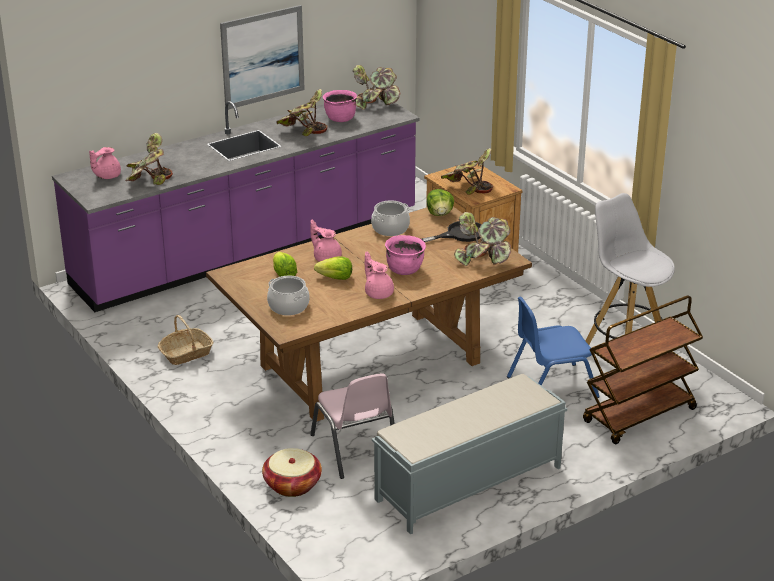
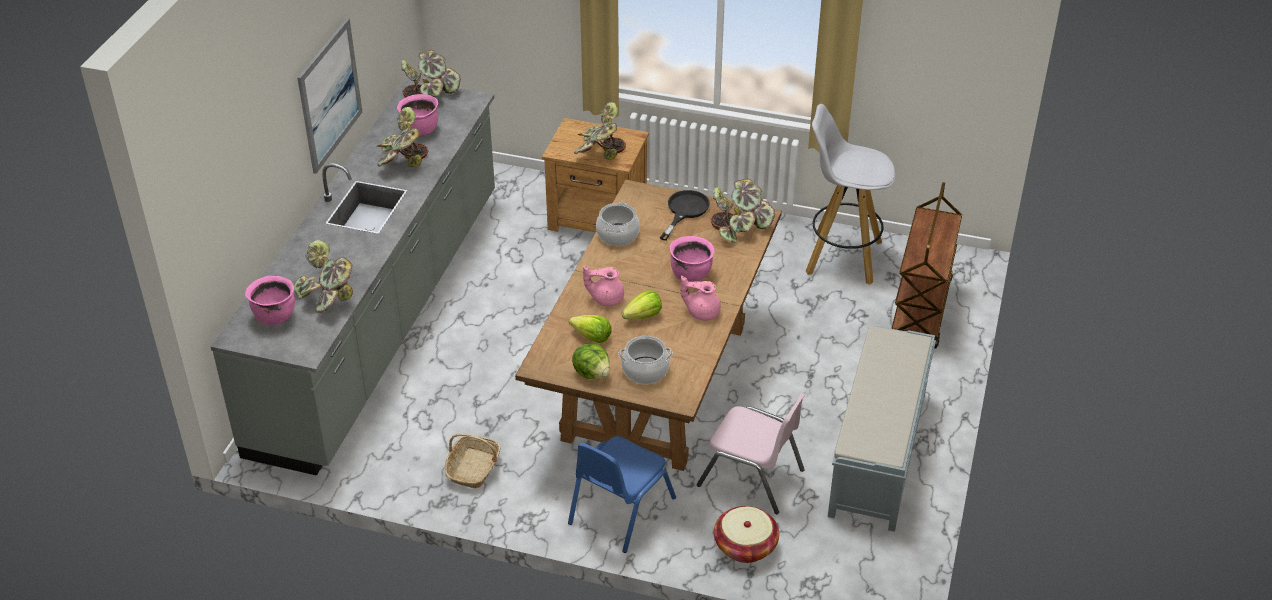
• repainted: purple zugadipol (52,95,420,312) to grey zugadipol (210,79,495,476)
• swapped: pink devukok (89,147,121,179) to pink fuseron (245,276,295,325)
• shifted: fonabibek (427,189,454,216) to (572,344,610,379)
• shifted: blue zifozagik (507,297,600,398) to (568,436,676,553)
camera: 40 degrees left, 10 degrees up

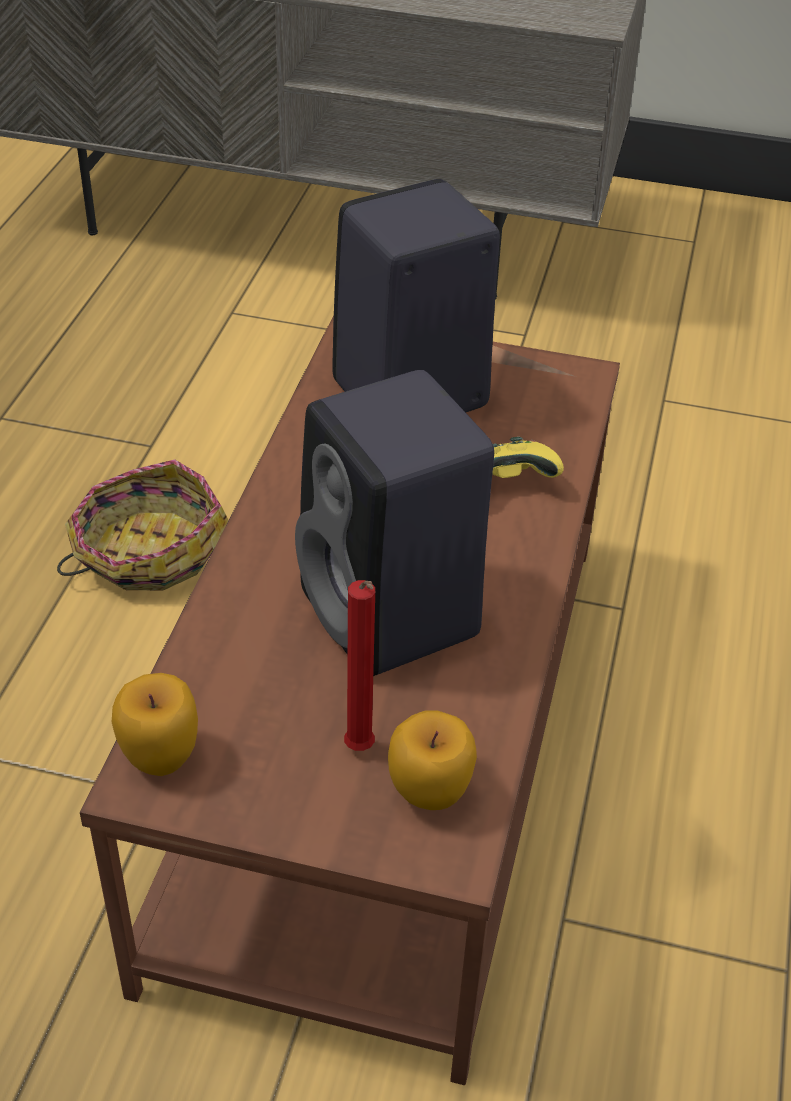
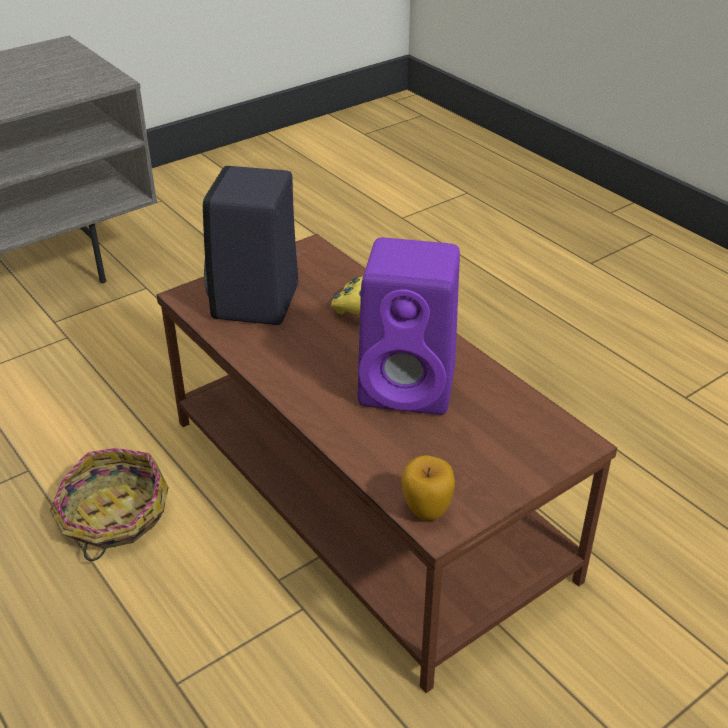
• repainted: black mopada (295,370,494,676) to purple mopada (358,238,460,415)
• gone: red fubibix (344,580,375,751)
• gone: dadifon (388,710,477,810)
camera: 50 degrees left, 5 degrees down

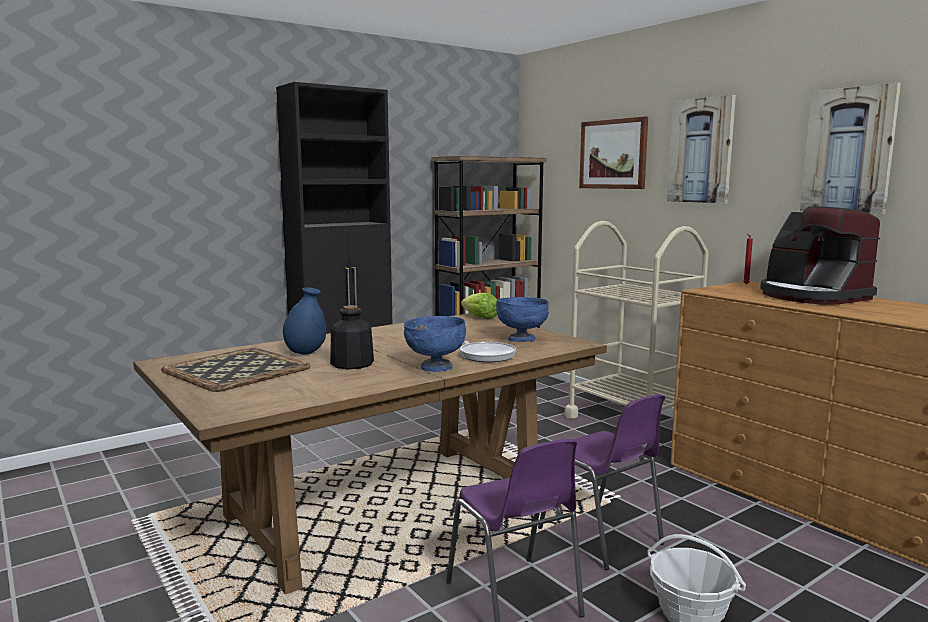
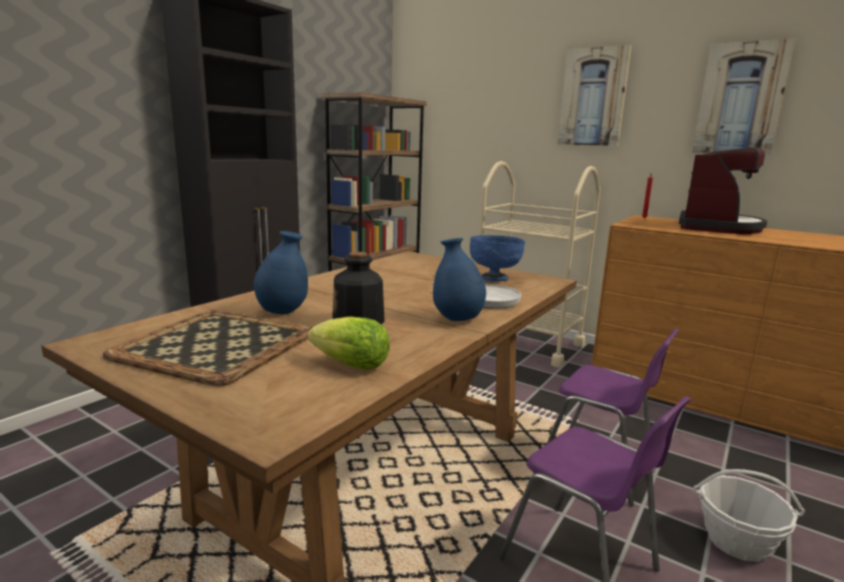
• swapped: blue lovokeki (404,316,466,372) to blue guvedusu (433,238,486,321)
• shifted: fonabibek (461,293,497,319) to (308,316,390,370)
• gone: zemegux (579,117,648,189)
• rotated: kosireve (760,206,880,304) = (679,147,767,234) 105 degrees counterclockwise
camera: 20 degrees left, 5 degrees up

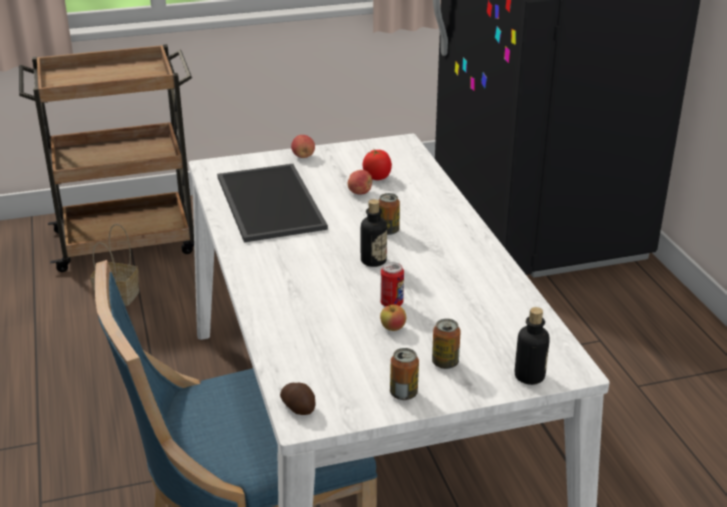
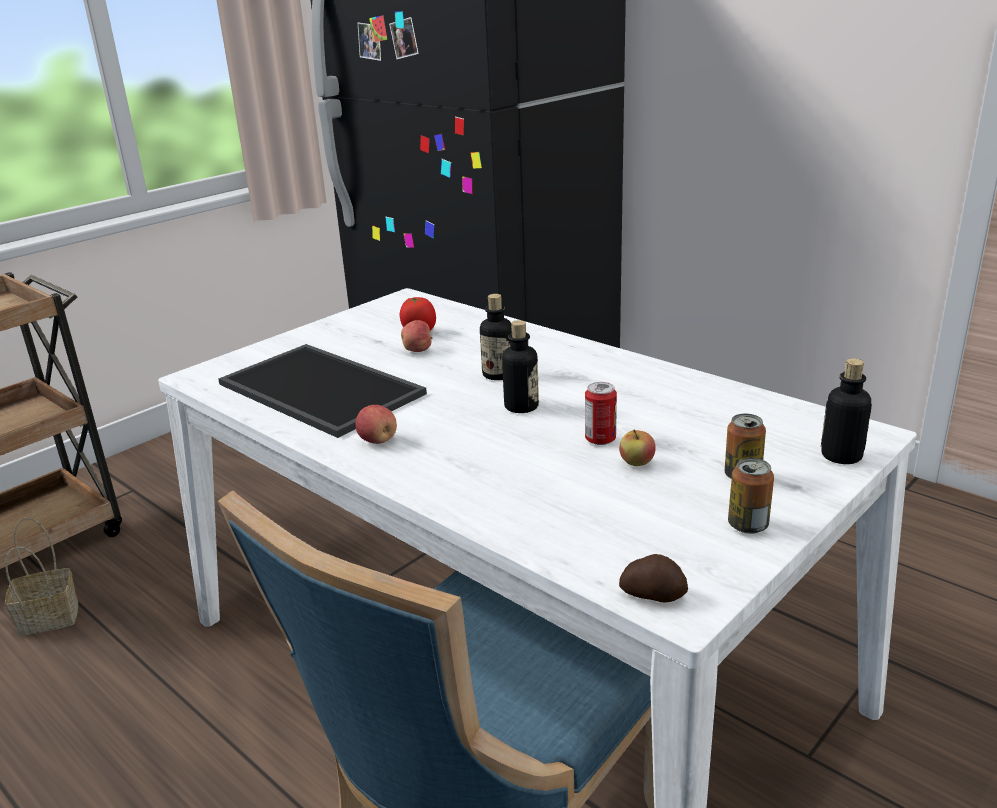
• shifted: dadifon (291,135,315,158) to (355,405,397,444)
• swapped: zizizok (379,193,400,235) to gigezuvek (480,294,512,380)
camera: 30 degrees left, 5 degrees down

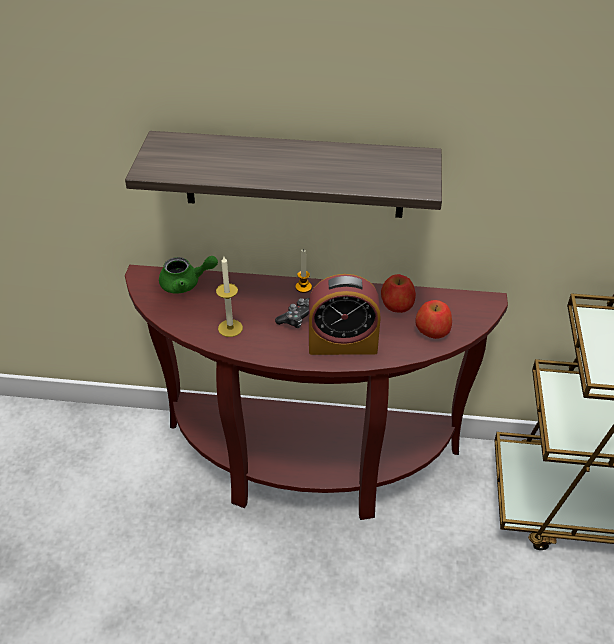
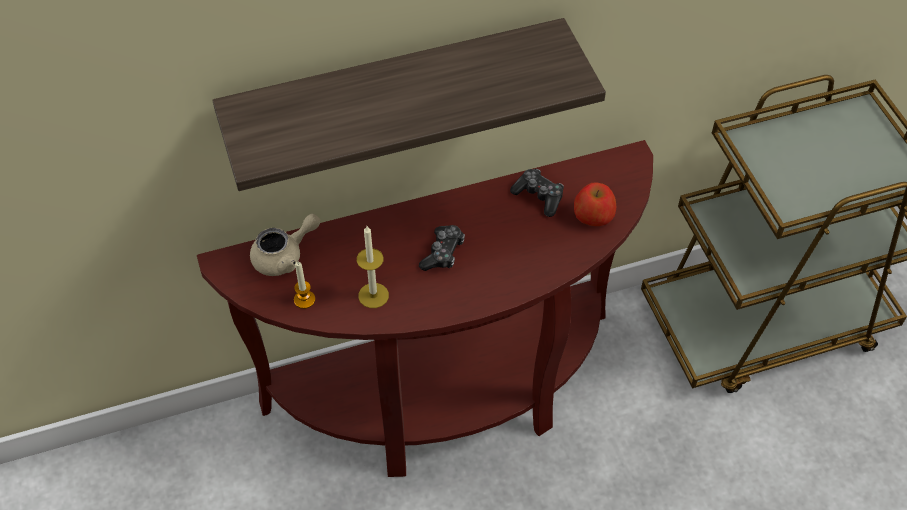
• repainted: green devukok (159,256,218,293) to beige devukok (250,214,320,276)
• shifted: fubibix (295,249,312,293) to (294,262,315,309)
• gone: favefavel (309,274,381,355)
• swapped: dadifon (381,274,416,313) to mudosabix (510,169,564,217)
camera: 25 degrees left, 10 degrees up

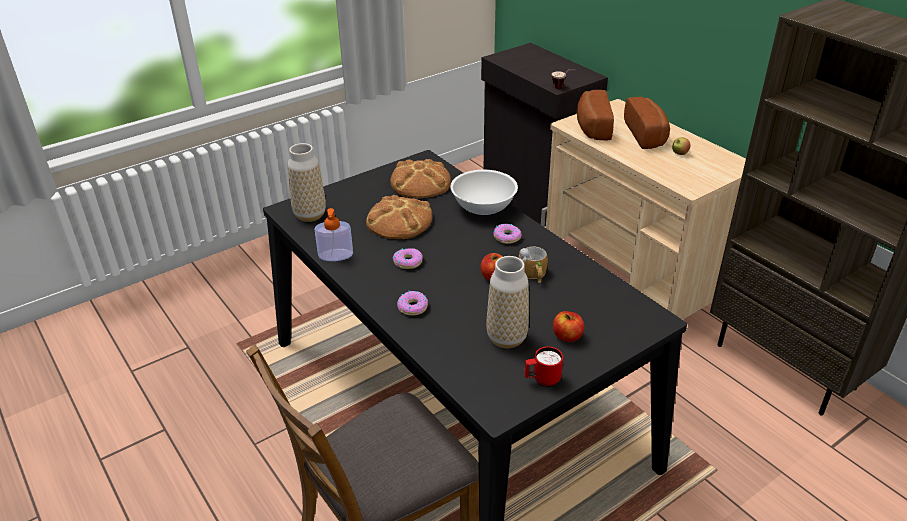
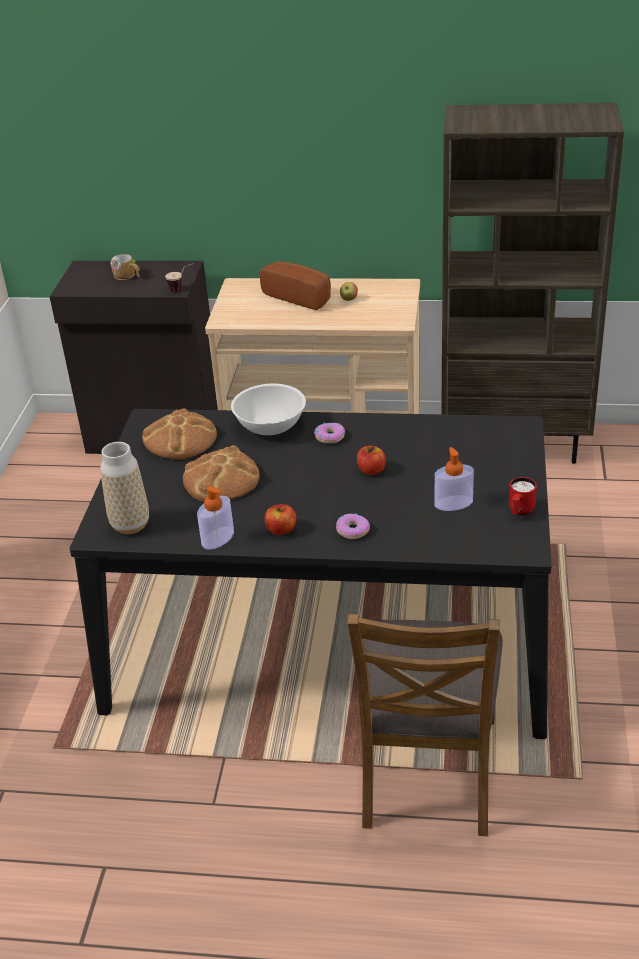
• gone: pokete (393,248,423,269)
• swapped: guvedusu (486,256,529,348) to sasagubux (435,447,474,511)
• shifted: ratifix (519,246,548,283) to (111,254,140,280)
• shifted: dadifon (553,311,584,342) to (265,504,297,535)
• gone: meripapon (577,90,614,140)
camera: 45 degrees left, 0 degrees up

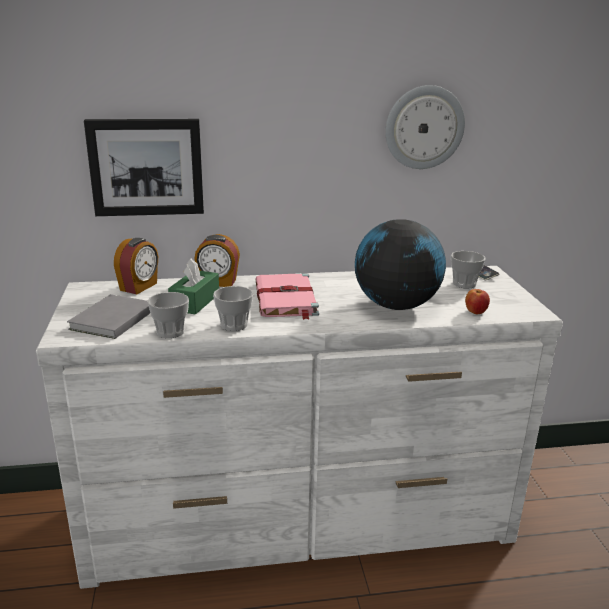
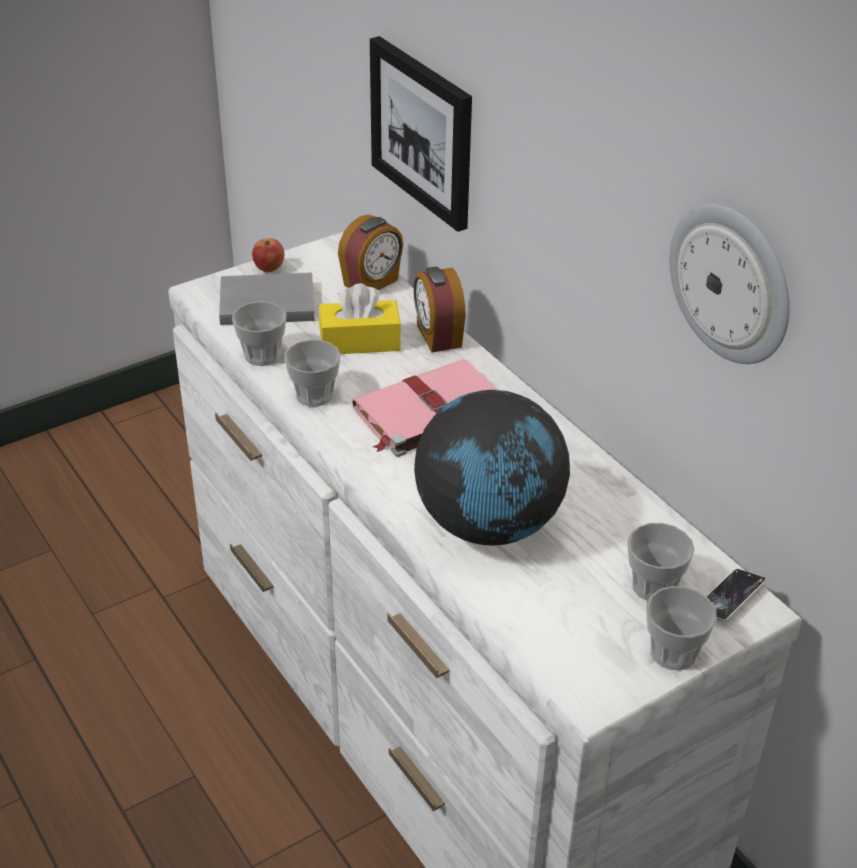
• rotated: favefavel (114,238,158,294) = (338,214,403,290) 45 degrees counterclockwise
• repainted: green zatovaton (168,259,219,315) to yellow zatovaton (319,283,401,354)
• shifted: dadifon (465,289,490,315) to (252,238,284,273)
• new: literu (646,586,717,670)
camera: 65 degrees right, 15 degrees up

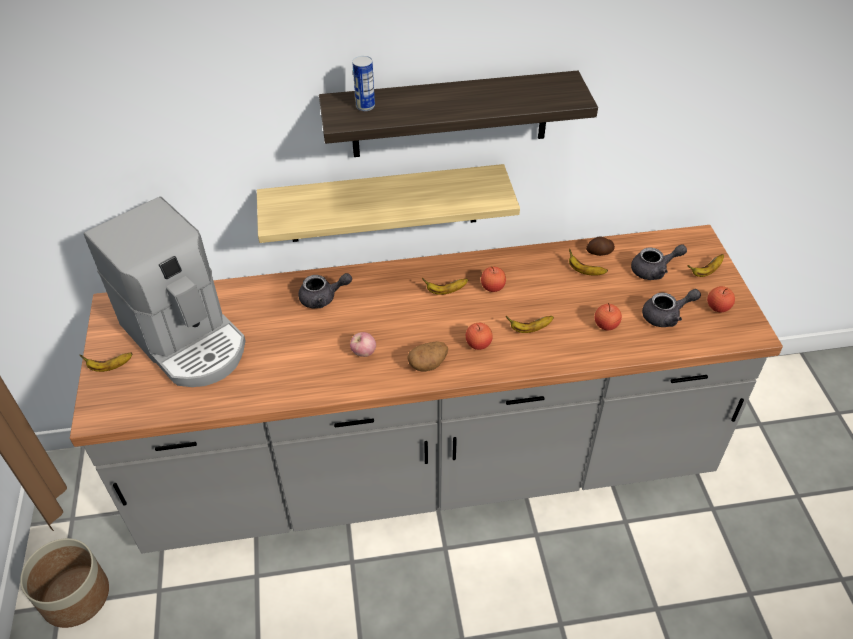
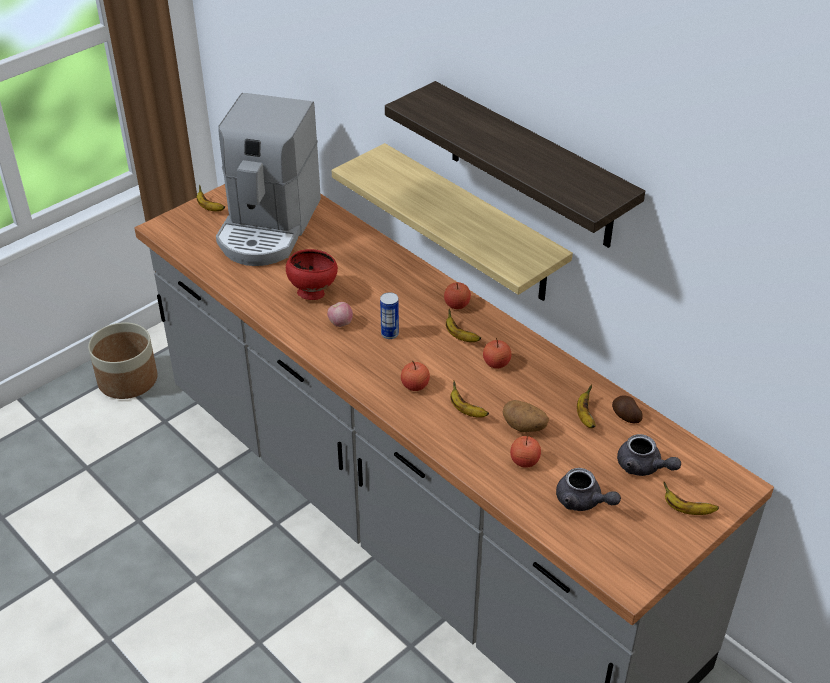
• gone: grey devukok (298,273,352,308)
• shifted: zizizok (352,56,375,111) to (380,292,399,339)
• shifted: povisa (407,341,448,371) to (503,400,549,432)
• shifted: dadifon (707,286,735,312) to (444,282,471,309)
• new: red lovokeki (286,249,338,300)
camera: 55 degrees right, 5 degrees down

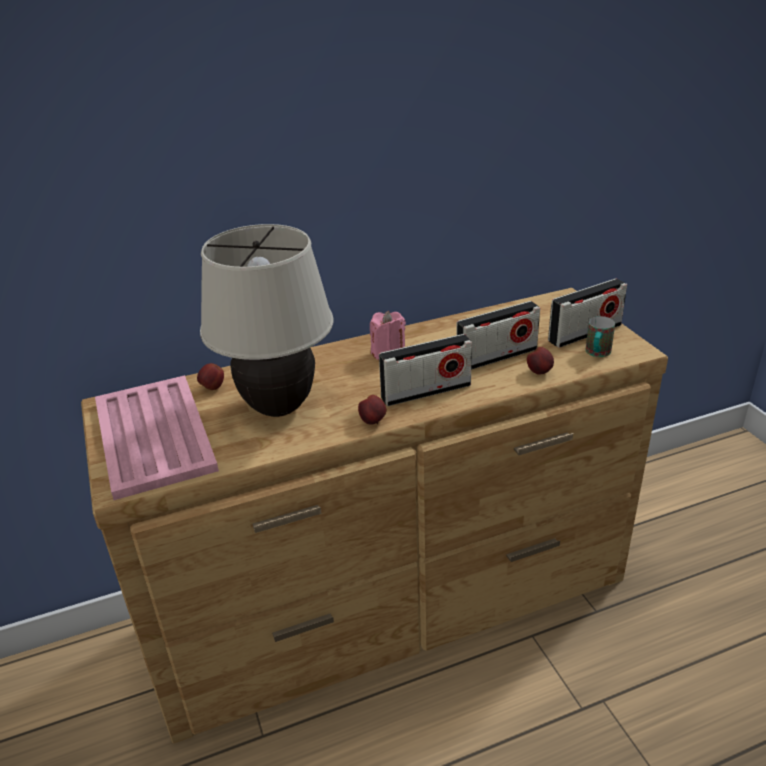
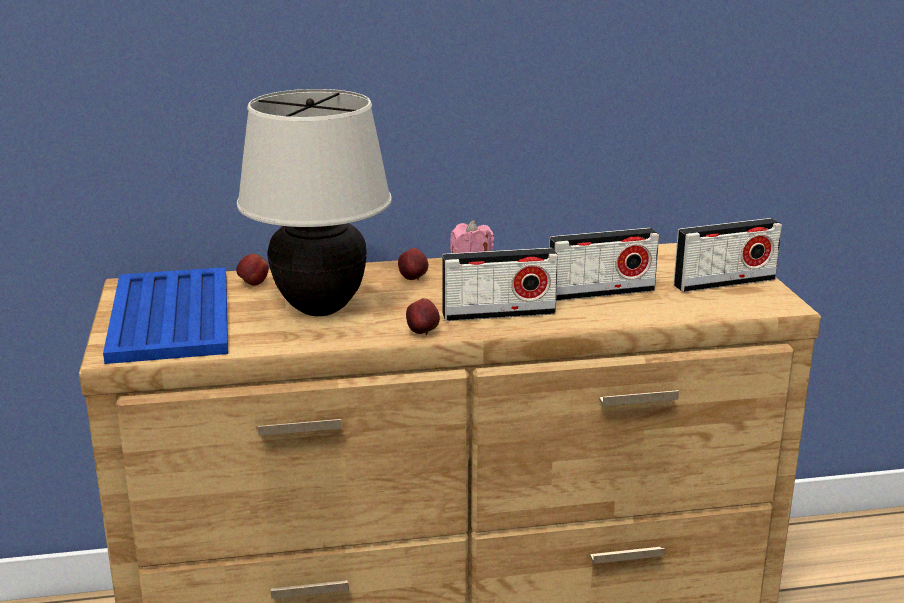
• repainted: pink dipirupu (95,375,219,500) to blue dipirupu (103,267,228,364)
• shifted: dadifon (527,347,554,375) to (398,248,428,280)
• gone: ratifix (585,316,615,357)
camera: 10 degrees right, 10 degrees down

